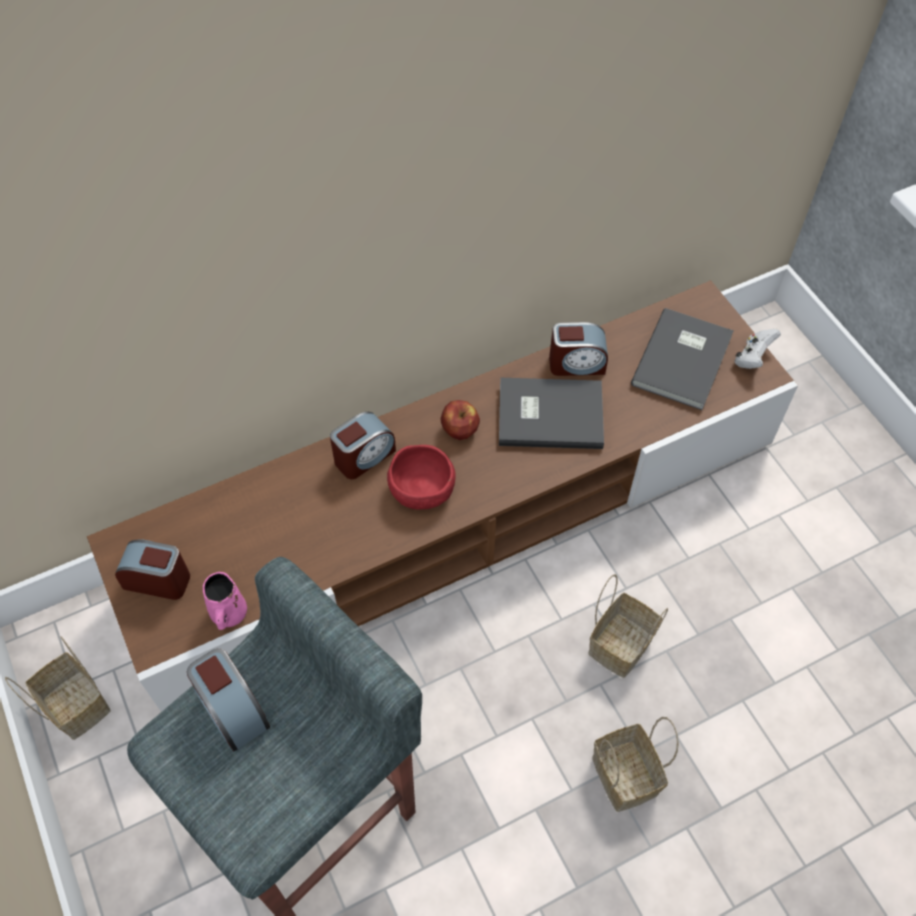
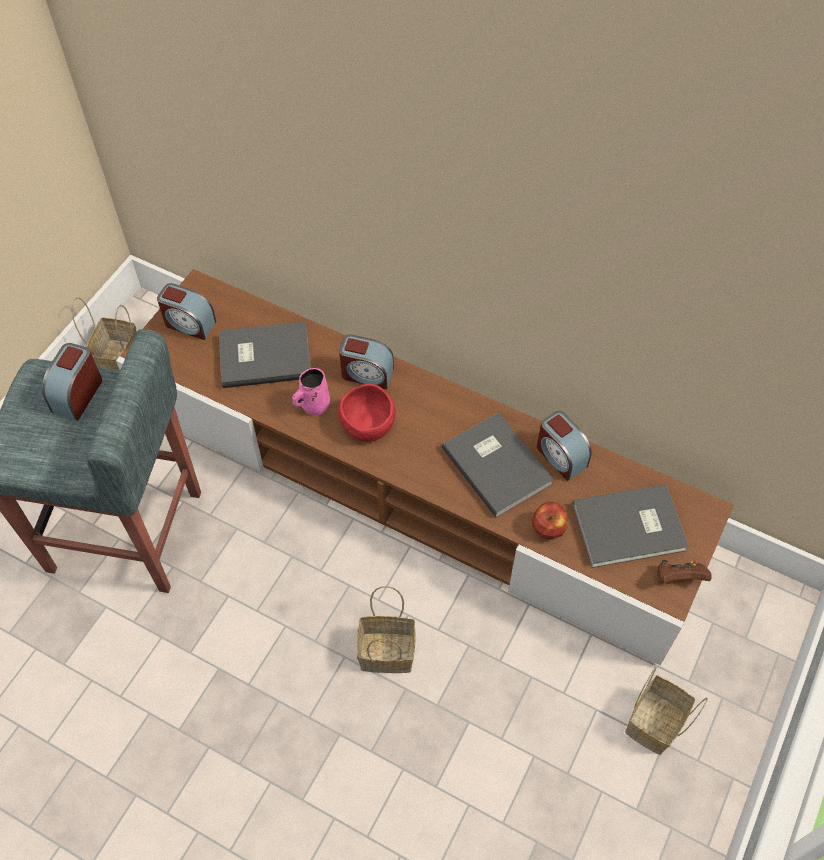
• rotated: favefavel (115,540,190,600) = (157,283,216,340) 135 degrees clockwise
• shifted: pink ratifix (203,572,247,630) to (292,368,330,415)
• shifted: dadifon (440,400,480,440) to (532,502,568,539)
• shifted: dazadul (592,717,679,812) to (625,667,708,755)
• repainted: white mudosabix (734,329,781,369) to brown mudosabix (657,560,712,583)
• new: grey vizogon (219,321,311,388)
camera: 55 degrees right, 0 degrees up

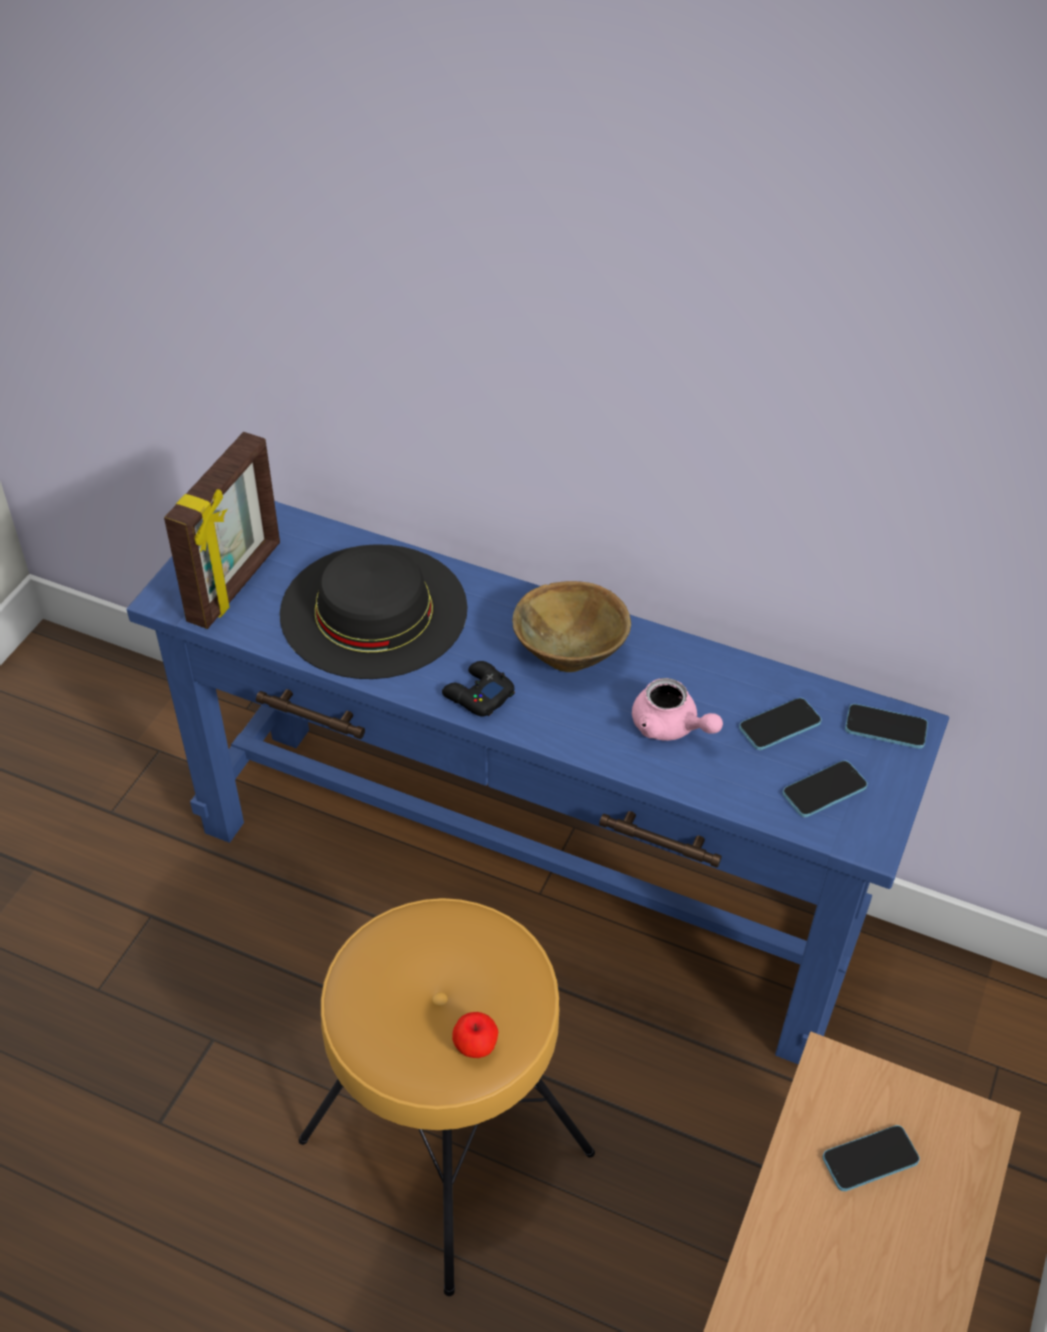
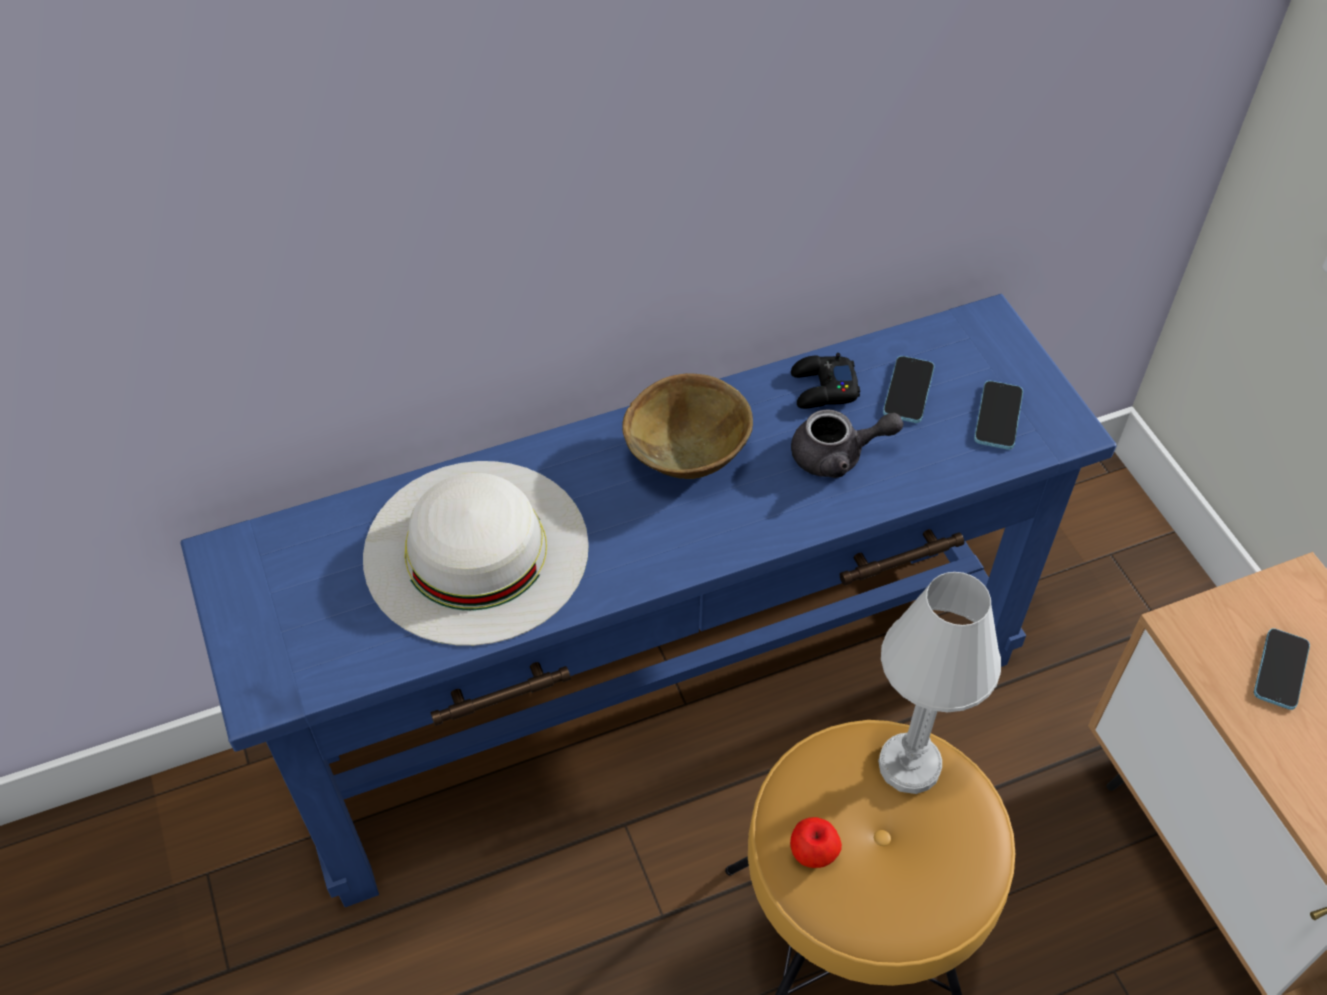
• gone: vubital (164,432,280,629)
• repainted: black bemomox (280,544,467,679) to white bemomox (363,461,589,646)
• shifted: black mudosabix (442,661,515,717) to (791,353,860,409)
• shifted: dadifon (452,1012,498,1058) to (790,817,842,868)
• repainted: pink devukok (632,678,723,741) to grey devukok (791,409,903,478)
• gone: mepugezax (845,704,928,749)
• new: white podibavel (878,572,1001,794)
camera: 45 degrees left, 5 degrees up

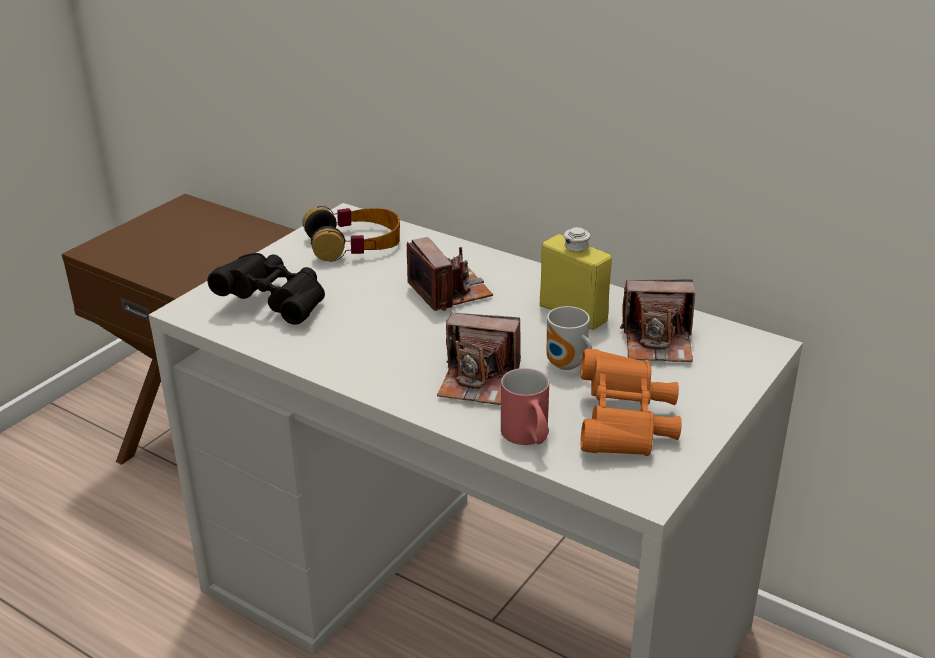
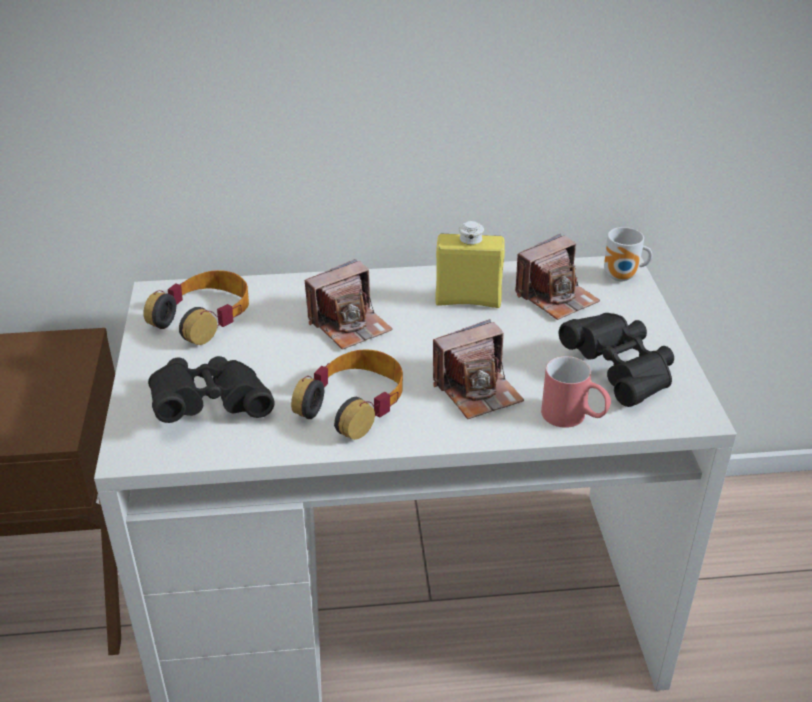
• rotated: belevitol (407,237,493,311) = (305,259,392,350) 120 degrees clockwise
• shifted: ratifix (547,306,592,370) to (604,227,652,281)
• repainted: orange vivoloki (580,349,682,456) to black vivoloki (559,313,674,407)
• new: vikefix (291,349,403,440)
camera: 40 degrees left, 5 degrees up

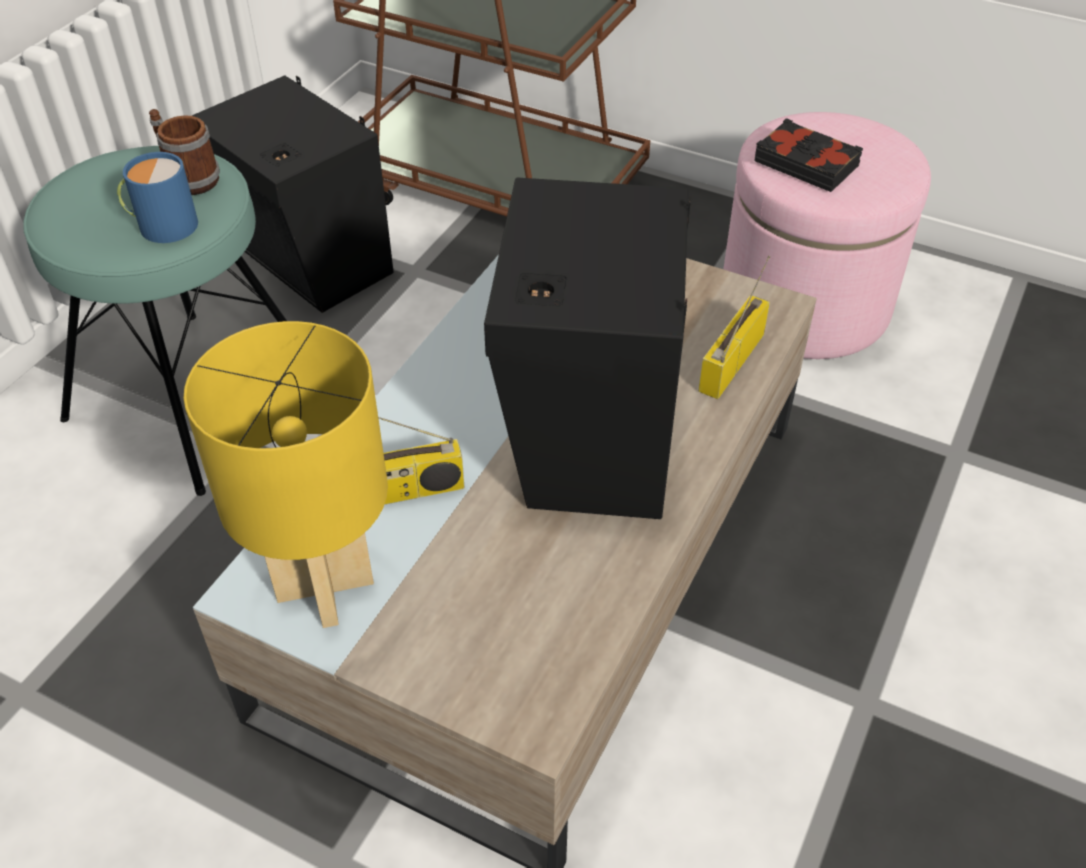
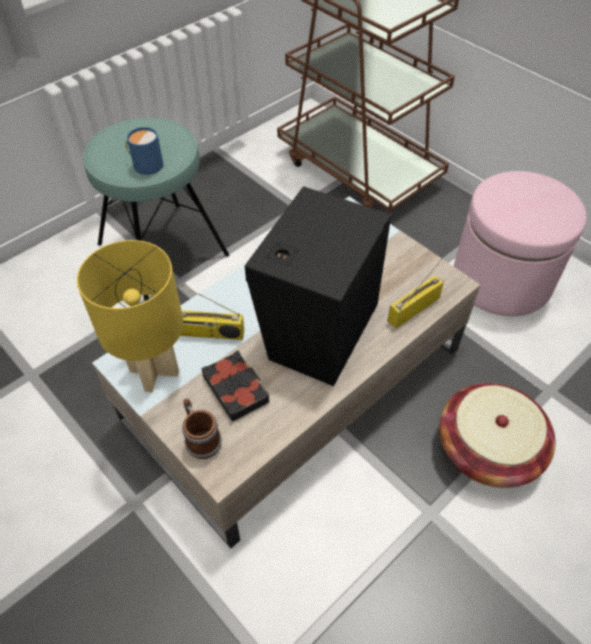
• shifted: ratifix (149,109,220,195) to (182,399,222,459)
• gone: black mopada (192,76,394,313)
• shifted: black vizogon (754,118,863,192) to (202,350,270,422)
• new: dazadul (439,383,556,488)
camera: 20 degrees right, 5 degrees up

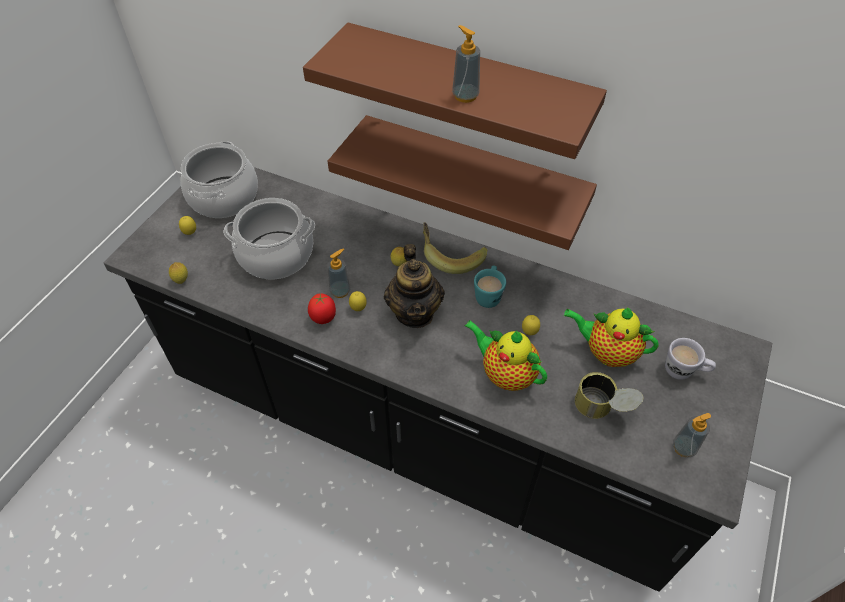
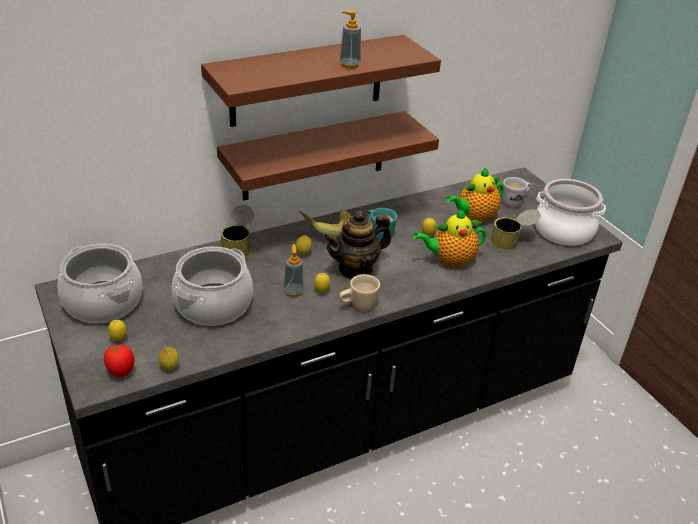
• shifted: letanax (308,293,336,324) to (104,344,135,377)
• rotated: devukok (384,244,445,328) = (324,211,391,279) 120 degrees clockwise
• swapped: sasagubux (673,413,711,457) to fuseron (535,179,606,246)
• new: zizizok (221,205,254,257)
• new: beige ratifix (339,274,380,312)
camera: 55 degrees left, 15 degrees down

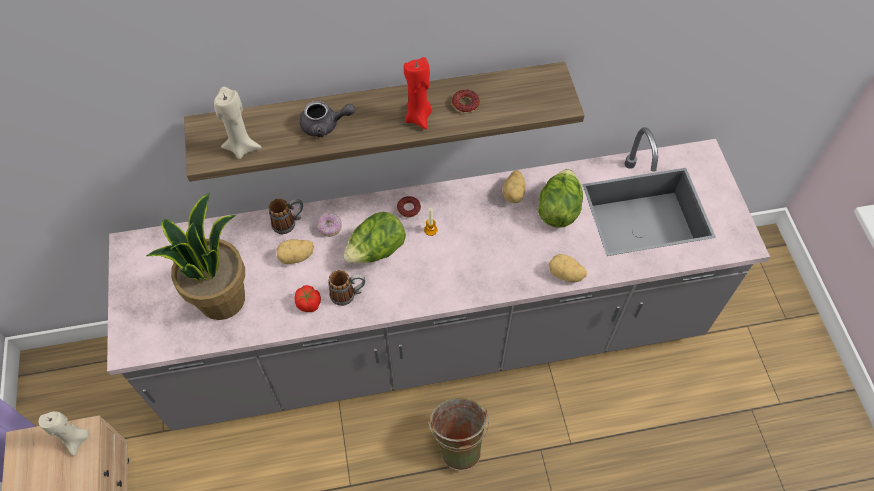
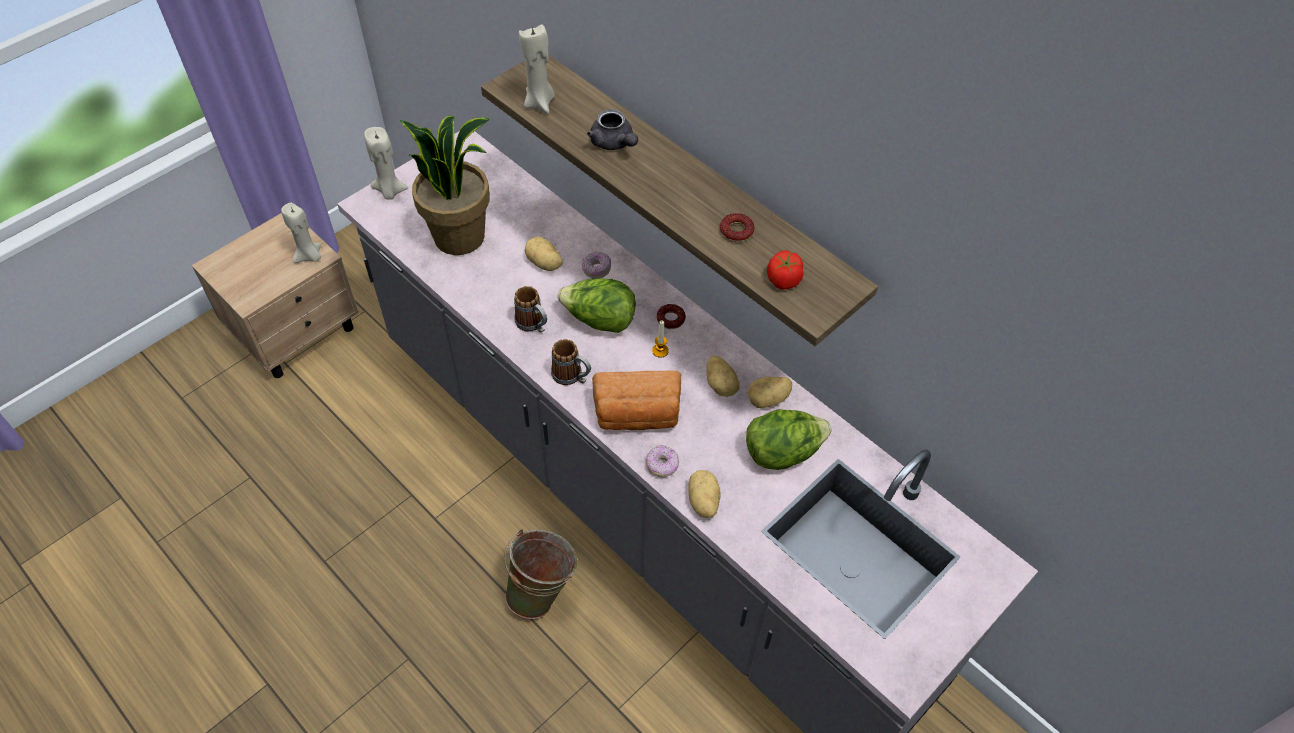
• shifted: ratifix (268,198,303,234) to (551,339,591,385)
• shifted: letanax (294,285,321,312) to (767,250,803,290)
• gone: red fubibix (404,57,432,130)
• new: beige fubibix (364,127,408,200)
• new: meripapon (592,371,681,430)
• new: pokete (646,445,679,477)
• new: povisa (706,356,740,397)
camera: 55 degrees right, 5 degrees down

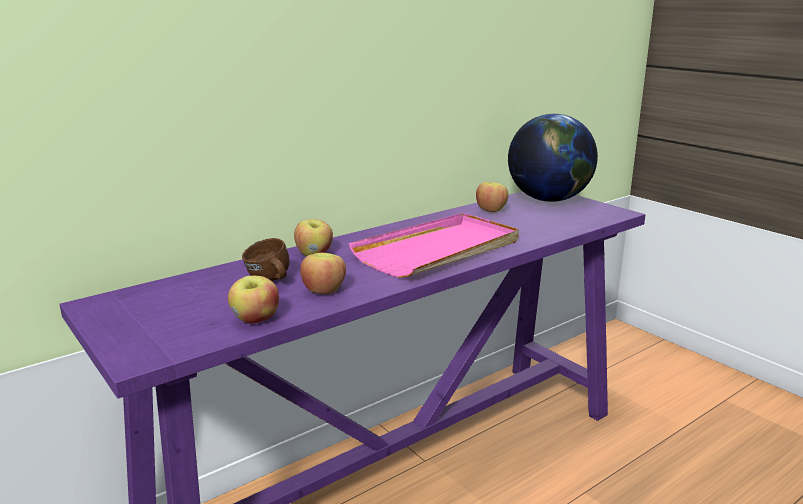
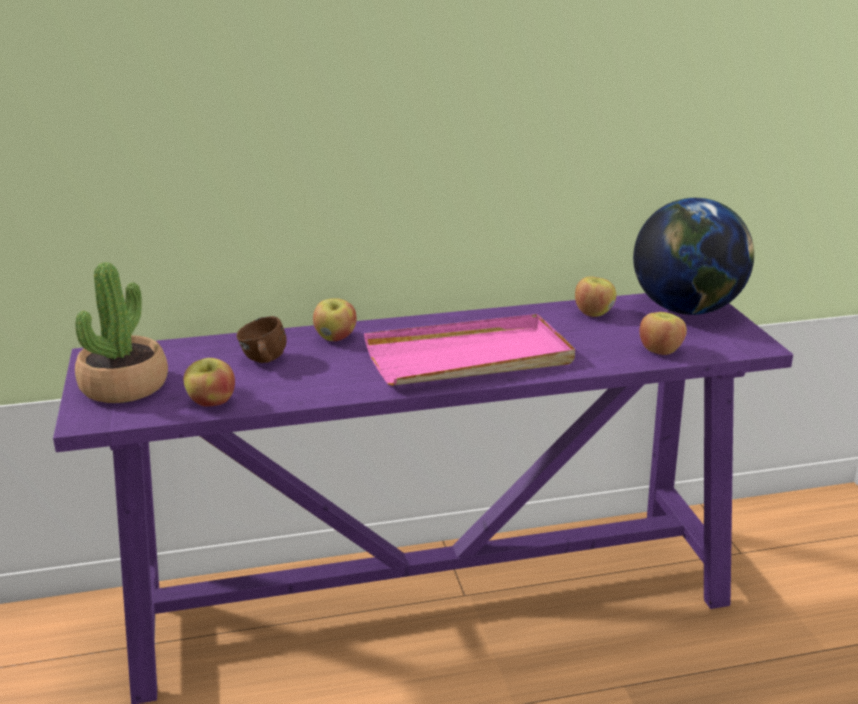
• shifted: dadifon (300,253,346,294) to (639,312,687,355)
• new: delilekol (75,262,168,403)
camera: 25 degrees right, 5 degrees up

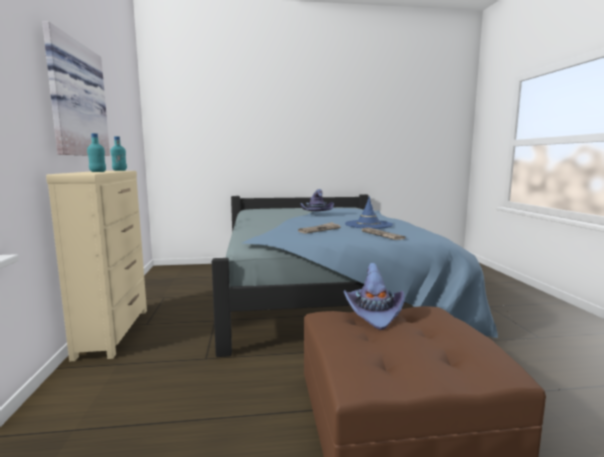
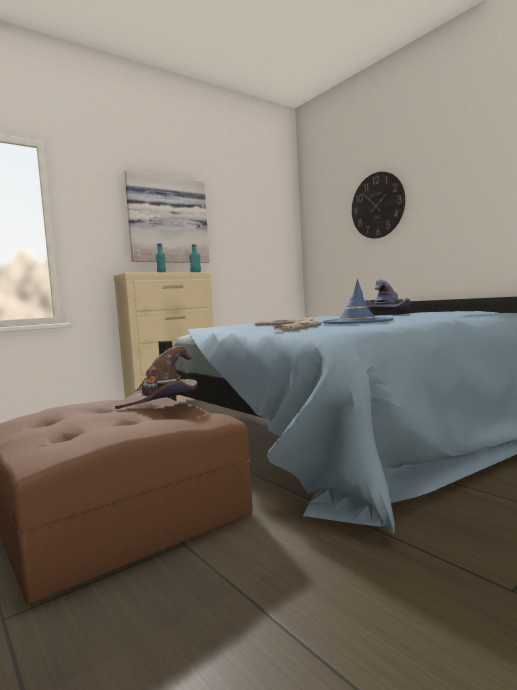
• repainted: purple bemomox (343,263,405,330) to brown bemomox (115,346,198,409)
• new: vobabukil (352,172,405,238)
camera: 60 degrees right, 5 degrees down

